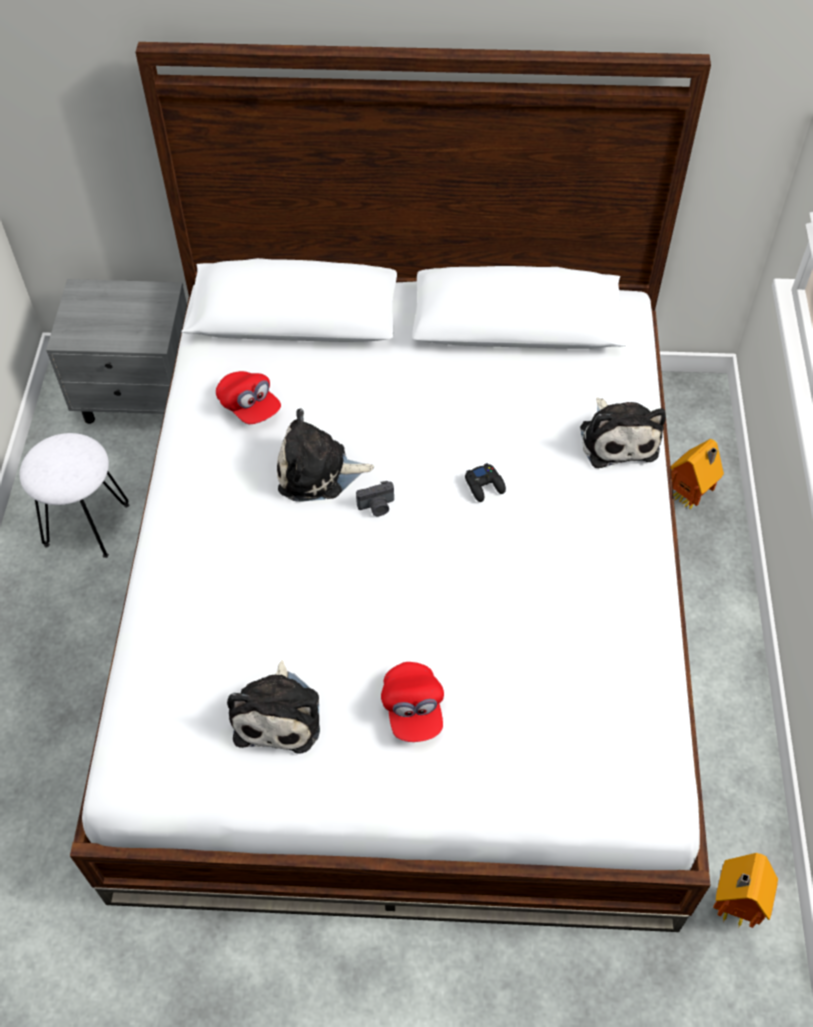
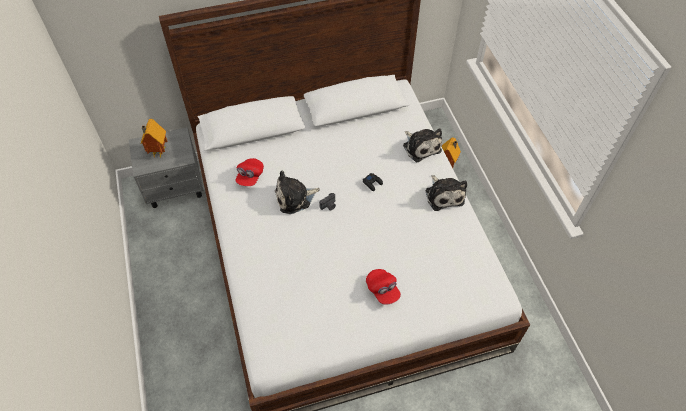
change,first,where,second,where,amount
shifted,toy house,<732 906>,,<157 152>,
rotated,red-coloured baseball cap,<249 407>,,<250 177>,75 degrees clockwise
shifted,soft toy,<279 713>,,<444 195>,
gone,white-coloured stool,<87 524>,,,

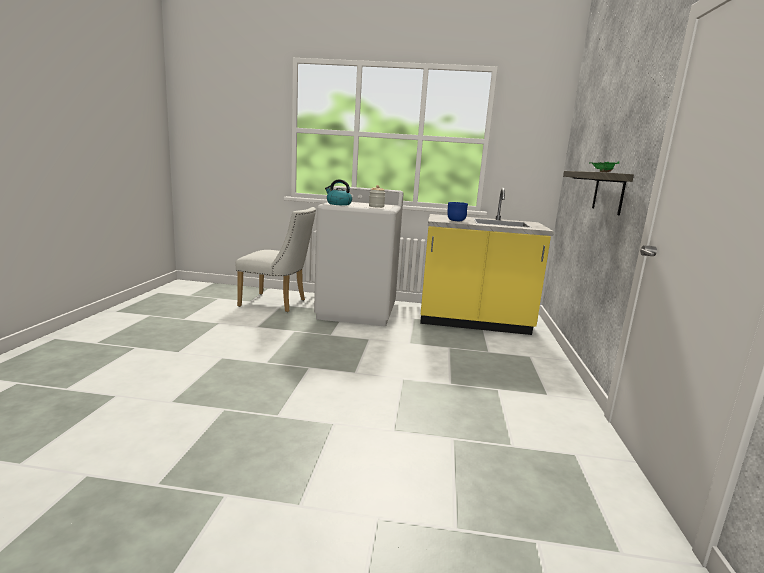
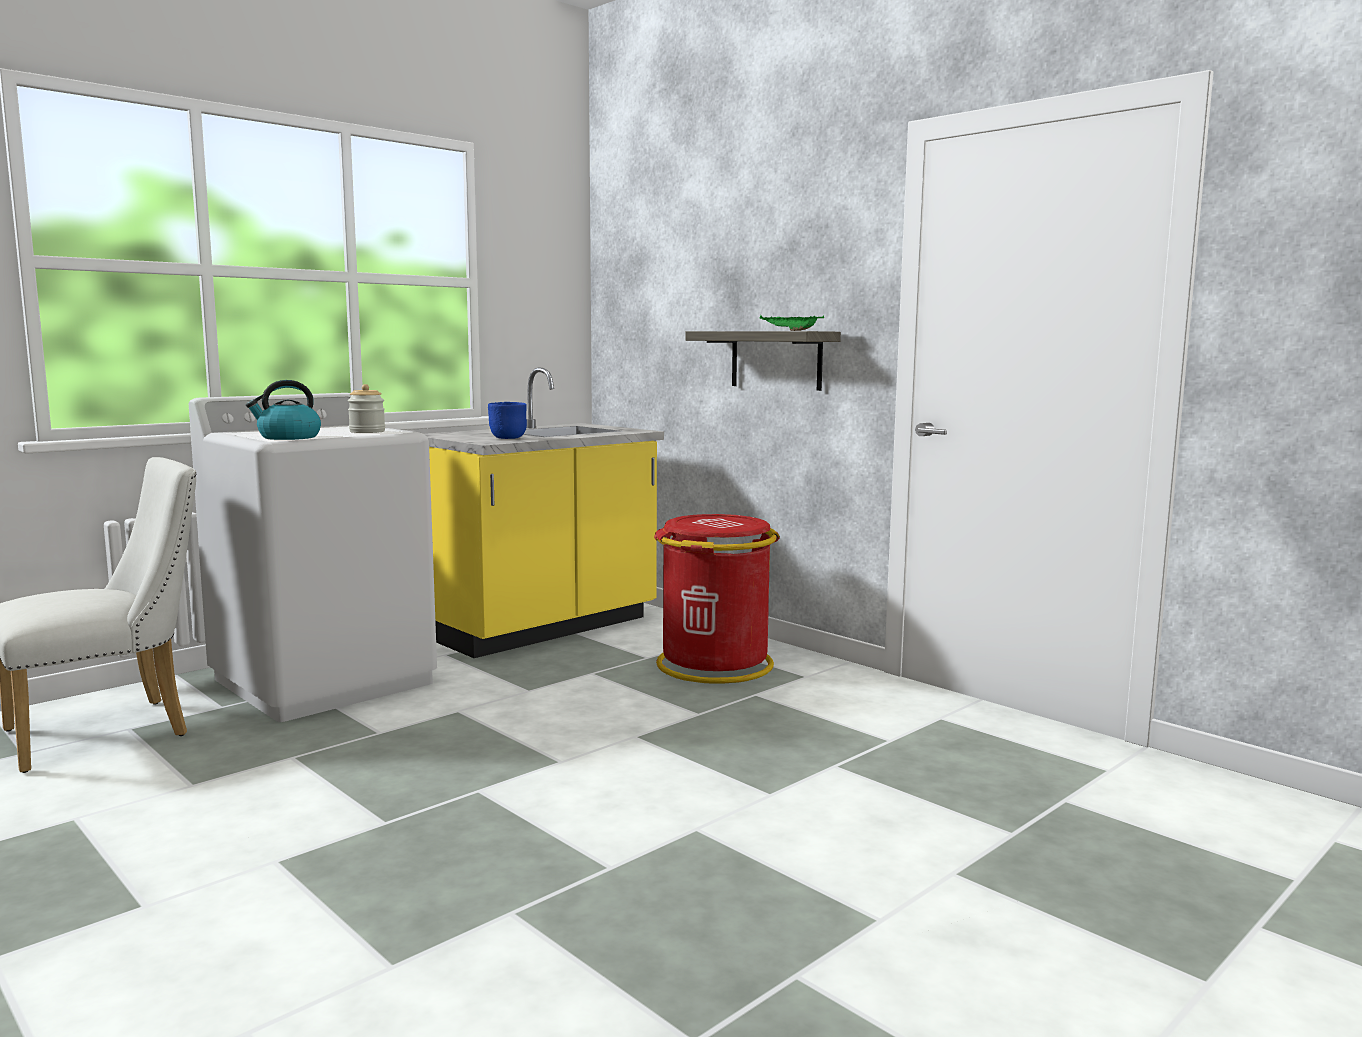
change,first,where,second,where,amount
new,,,red-coloured trash can,<714 665>,

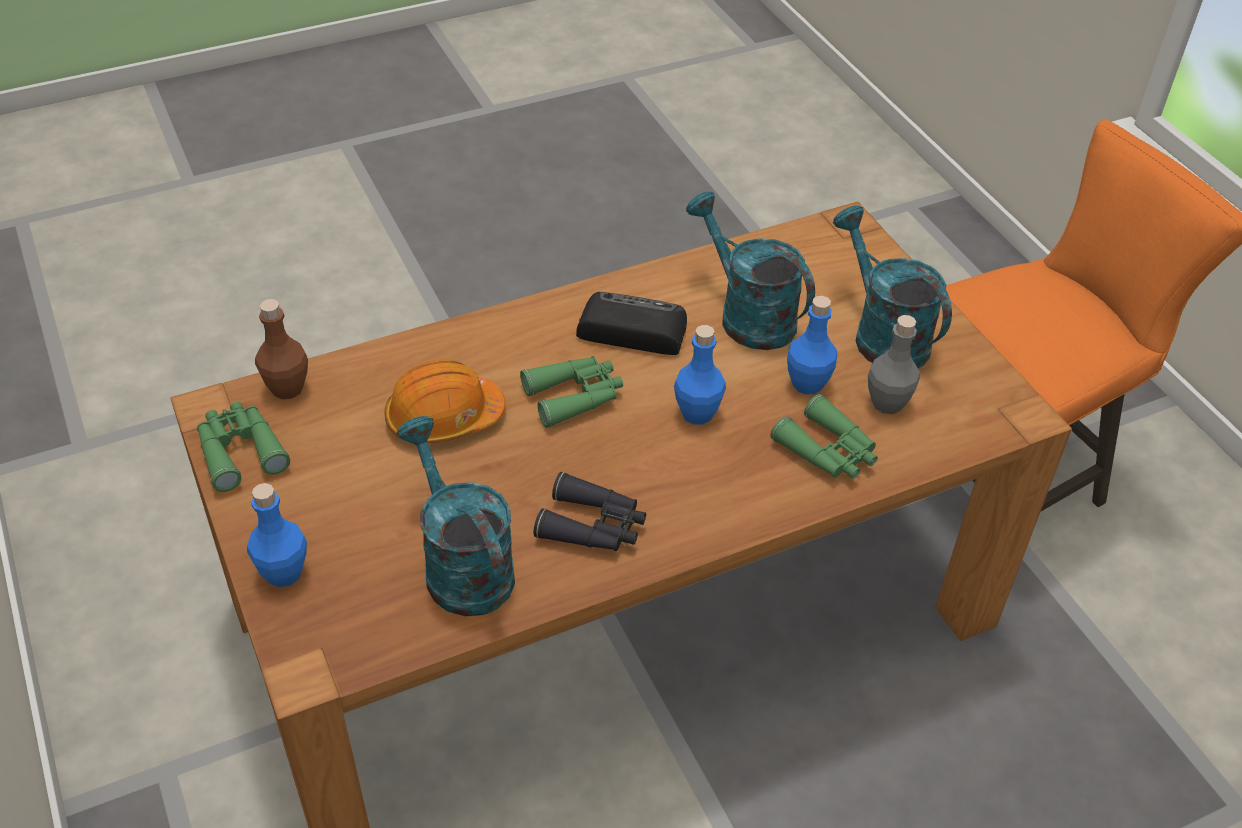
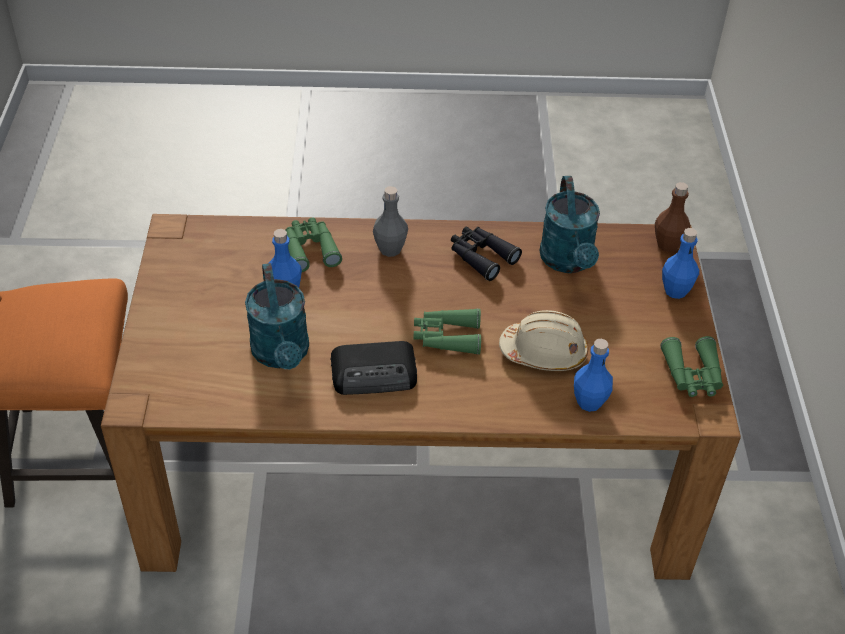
change,first,where,second,where,amount
rotated,radio receiver,<630 329>,,<375 373>,45 degrees counterclockwise
shifted,grey beverage bottle,<887 403>,,<390 249>,
repainted,orange work helmet,<444 418>,sand-coloured work helmet,<544 352>,
shifted,bluish beverage bottle,<697 413>,,<589 402>,
shifted,brown-coloured beverage bottle,<287 388>,,<667 245>,
gone,turquoise watering can,<882 334>,,,

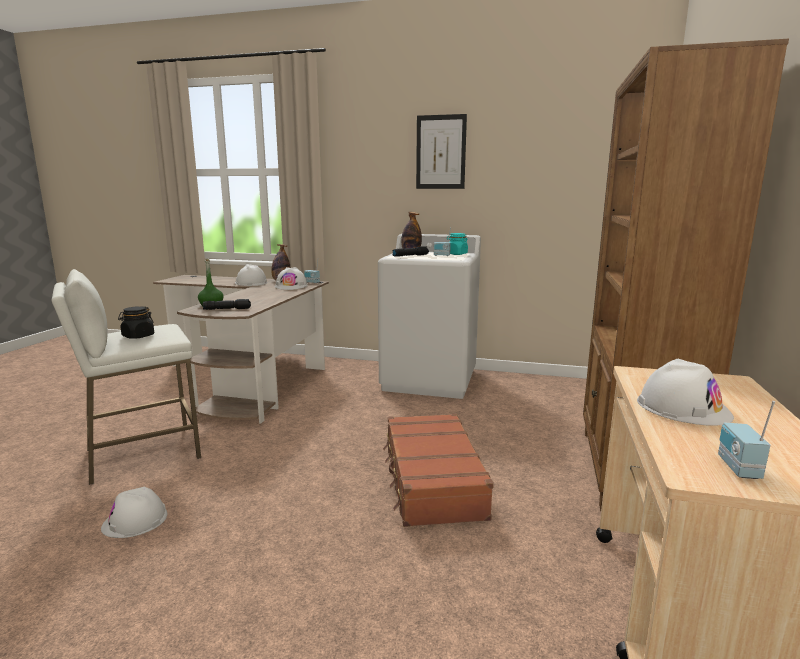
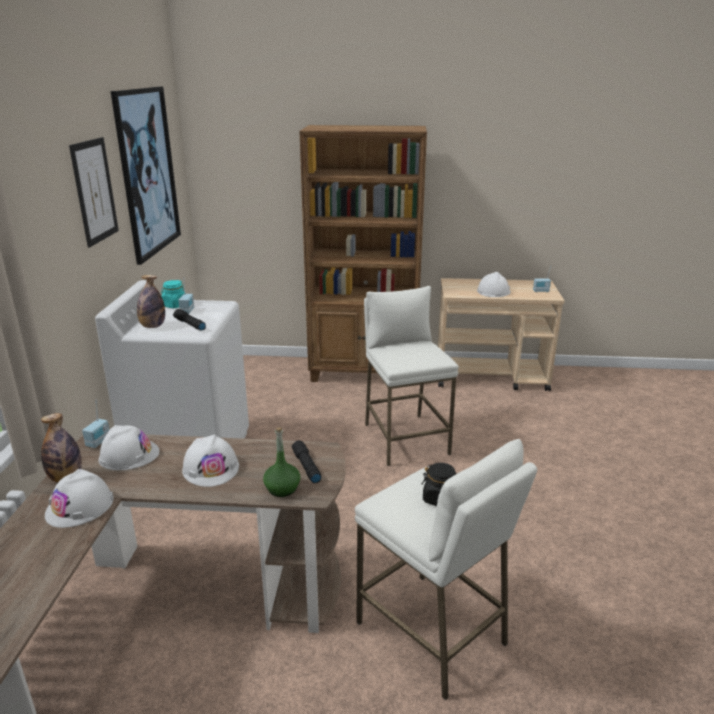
change,first,where,second,where,amount
new,,,picture,<148 172>,
shifted,white-coloured work helmet,<135 521>,,<211 468>,
swapped,brown-coloured suitcase,<431 480>,white-coloured stool,<405 439>,

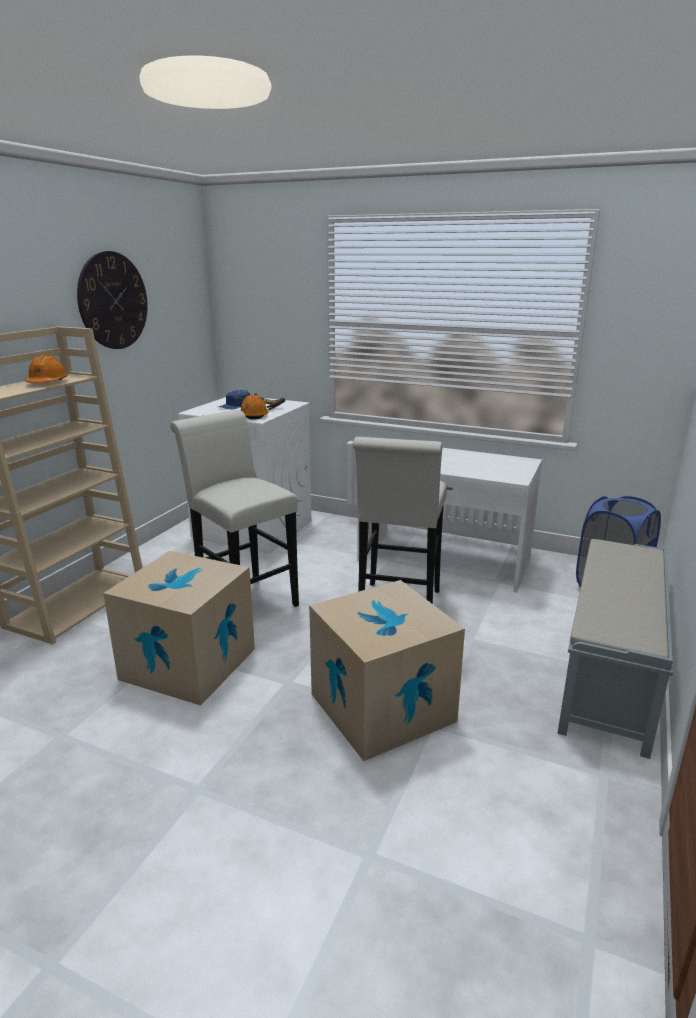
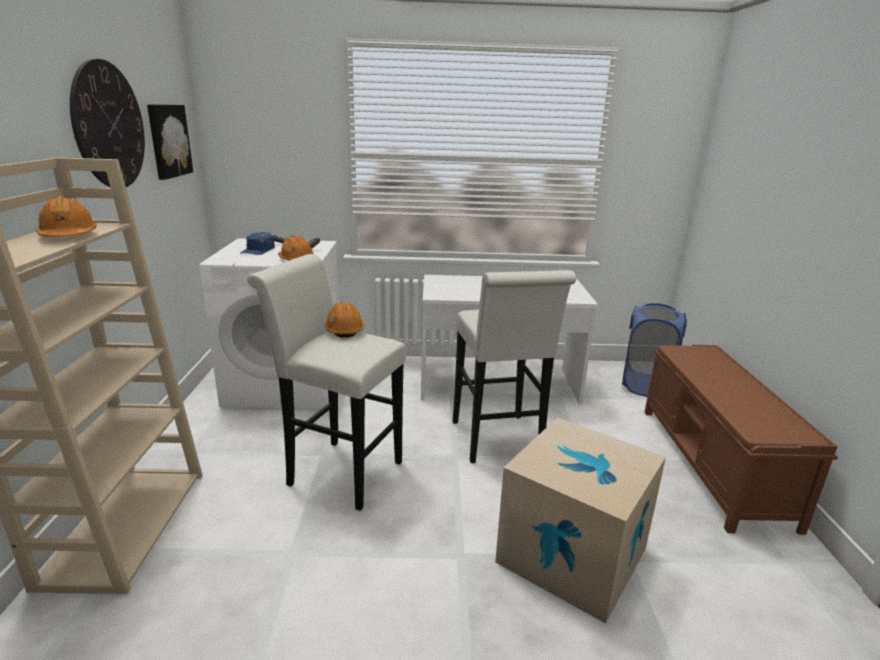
change,first,where,second,where,amount
new,,,picture,<168 141>,
new,,,orange work helmet,<344 330>,
repainted,grey long seat,<609 674>,brown-coloured long seat,<712 464>,
gone,cardboard box,<188 664>,,,

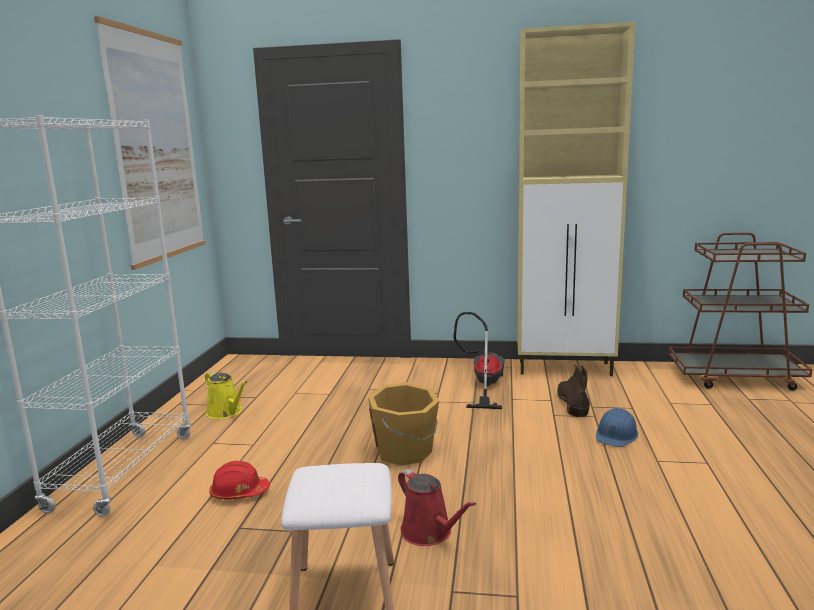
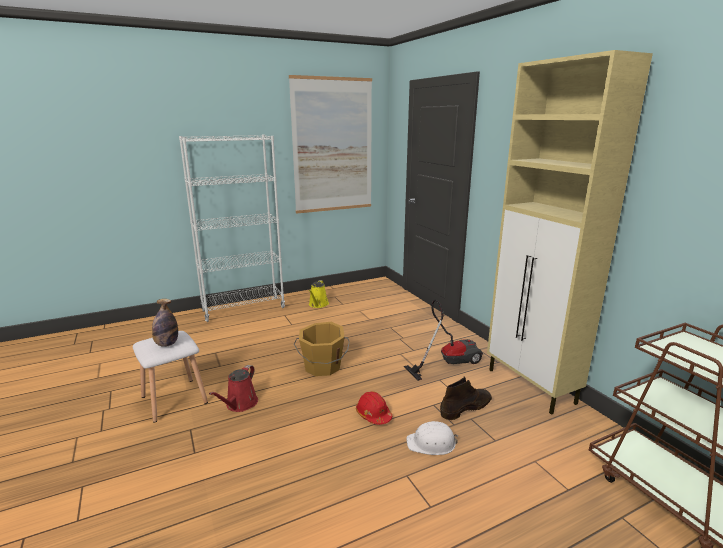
change,first,where,second,where,amount
new,,,beverage bottle,<167 344>,
shifted,red-coloured work helmet,<239 493>,,<373 415>,
repainted,bluish work helmet,<616 435>,white-coloured work helmet,<431 443>,

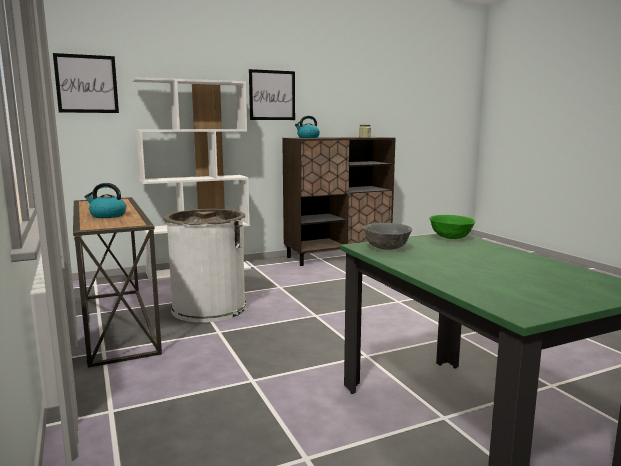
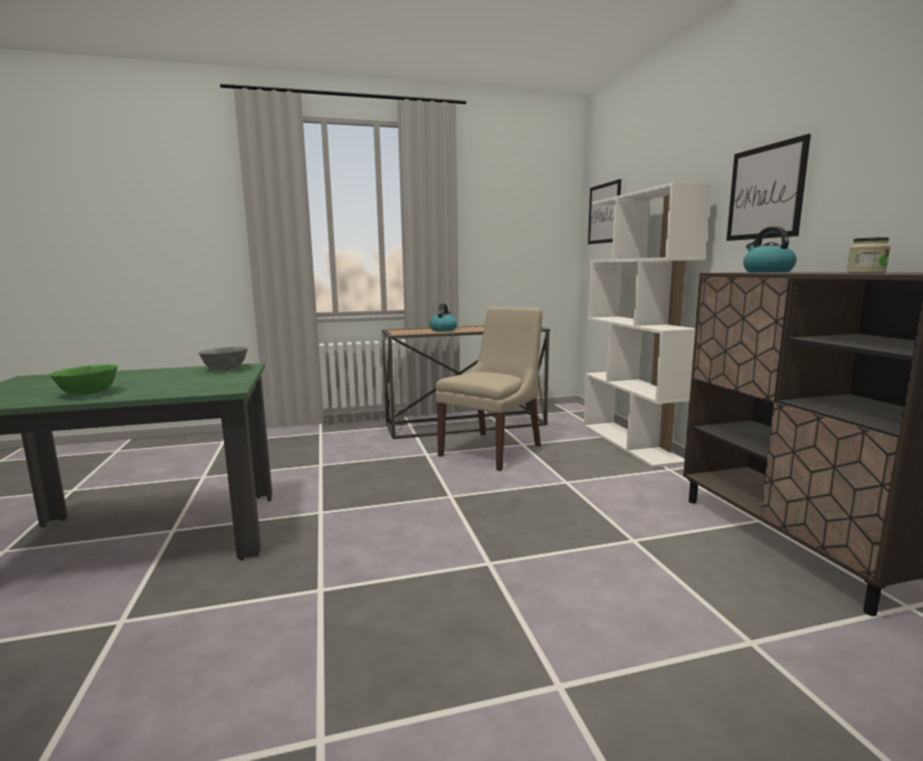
change,first,where,second,where,amount
shifted,greenish serving bowl,<451 238>,,<87 393>,
swapped,white-coloured trash can,<209 308>,sand-coloured plain chair,<492 450>,

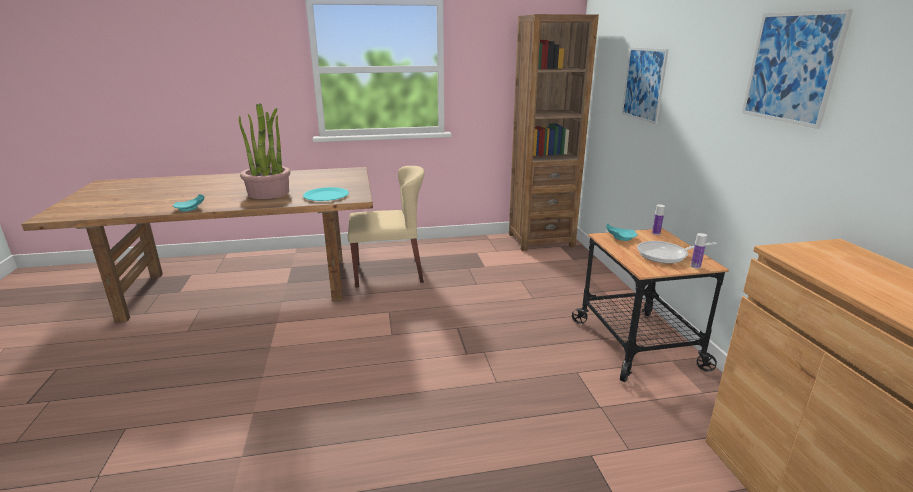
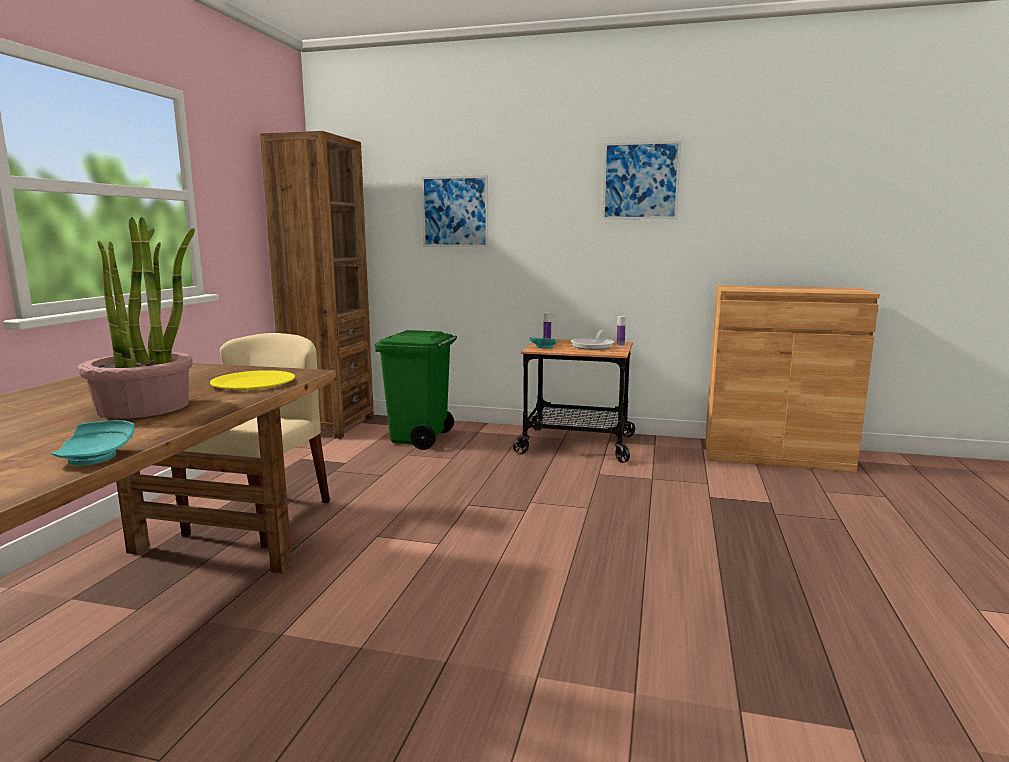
change,first,where,second,where,amount
repainted,turquoise flat dish,<326 196>,yellowish flat dish,<253 383>,
new,,,greenish trash can,<419 439>,

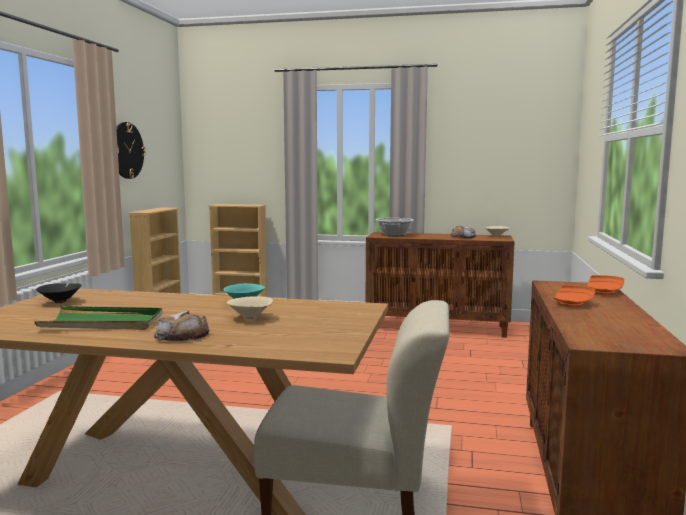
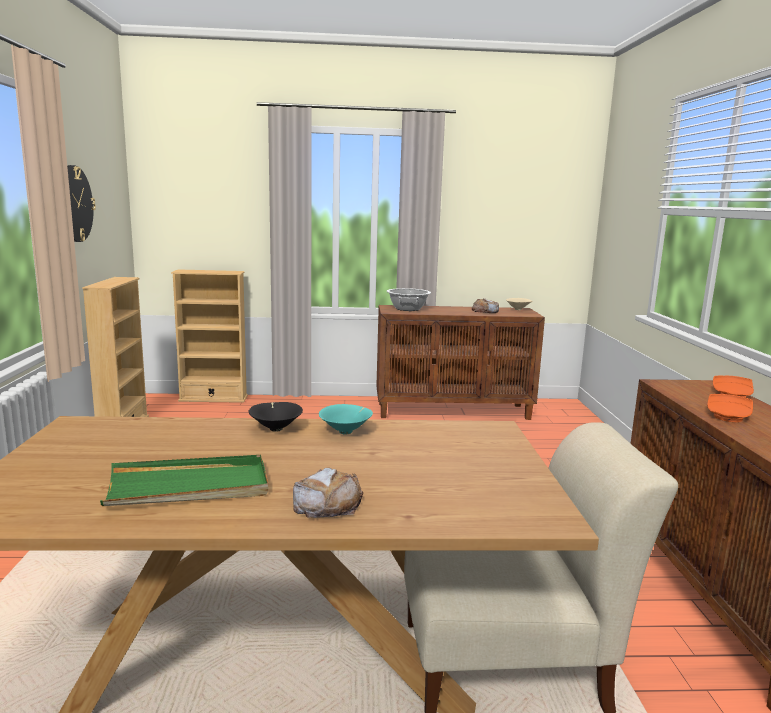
change,first,where,second,where,amount
shifted,black-coloured serving bowl,<61 302>,,<276 429>,
gone,sand-coloured serving bowl,<251 318>,,,

